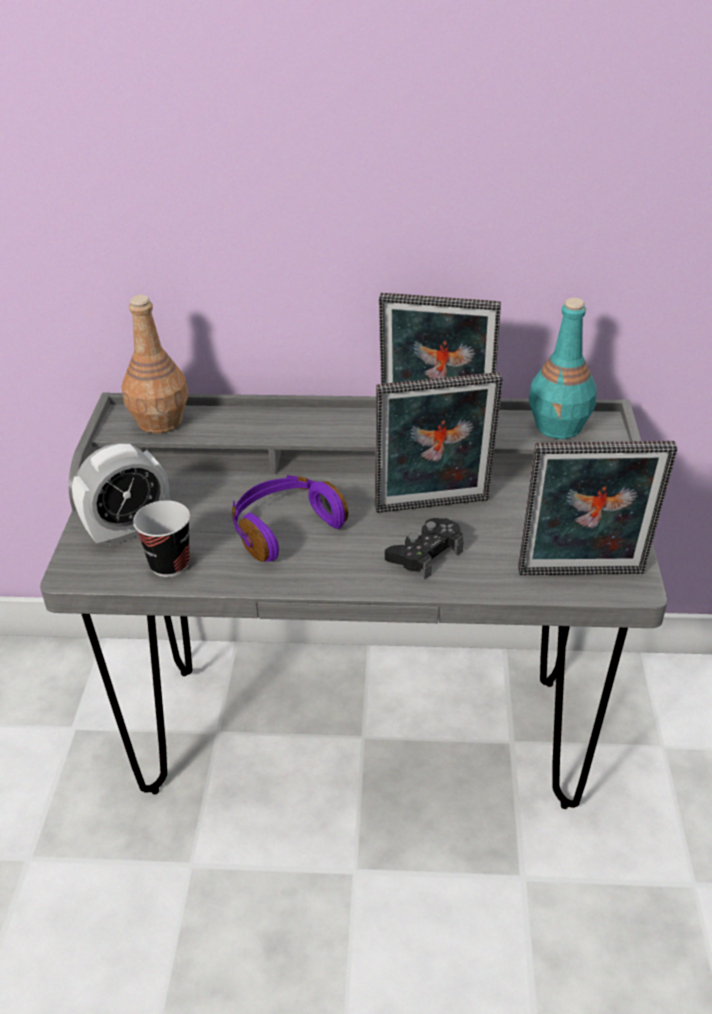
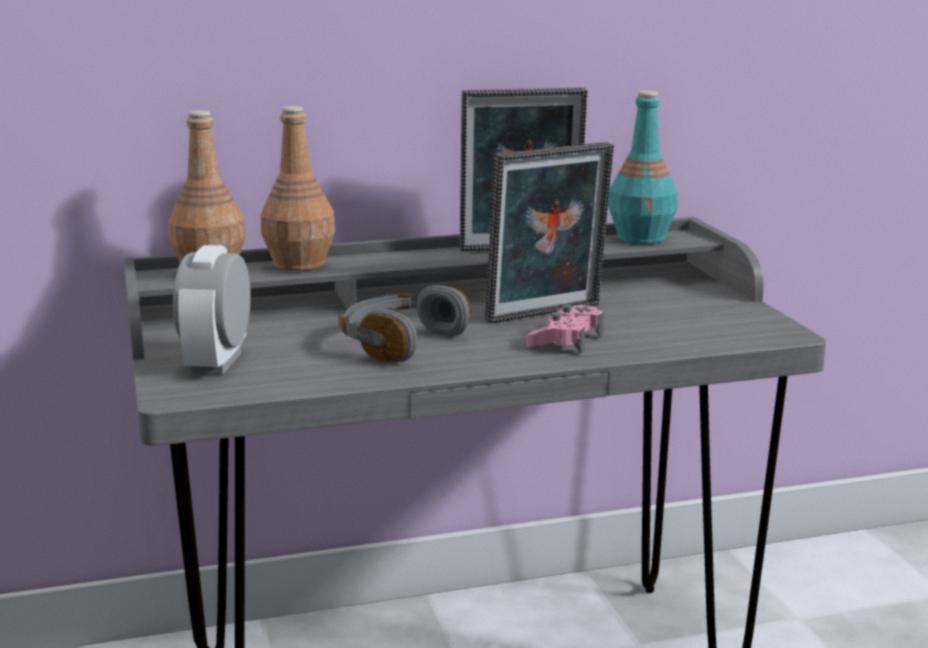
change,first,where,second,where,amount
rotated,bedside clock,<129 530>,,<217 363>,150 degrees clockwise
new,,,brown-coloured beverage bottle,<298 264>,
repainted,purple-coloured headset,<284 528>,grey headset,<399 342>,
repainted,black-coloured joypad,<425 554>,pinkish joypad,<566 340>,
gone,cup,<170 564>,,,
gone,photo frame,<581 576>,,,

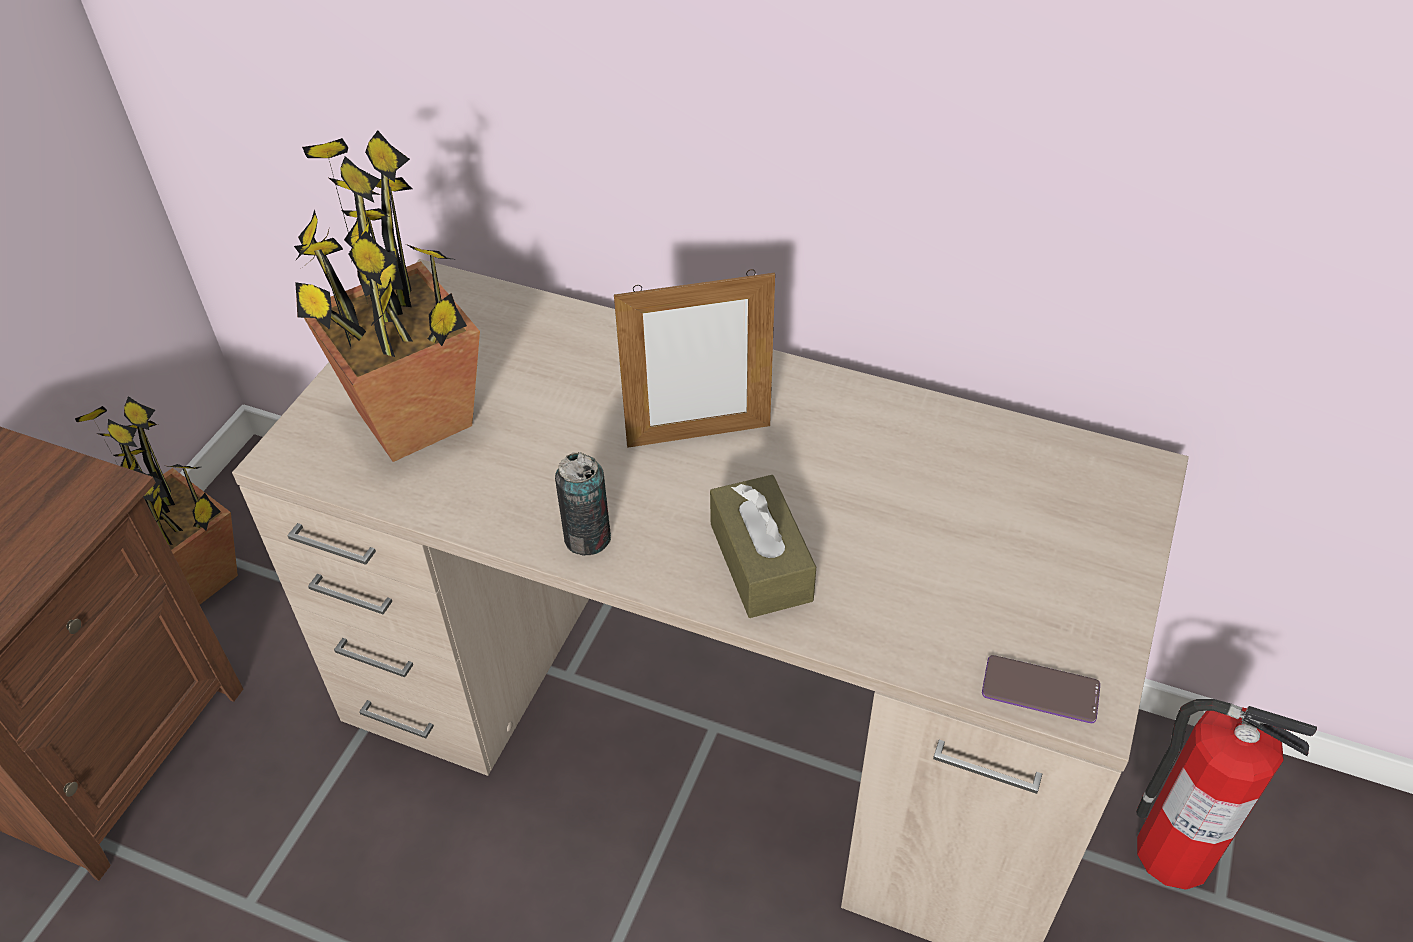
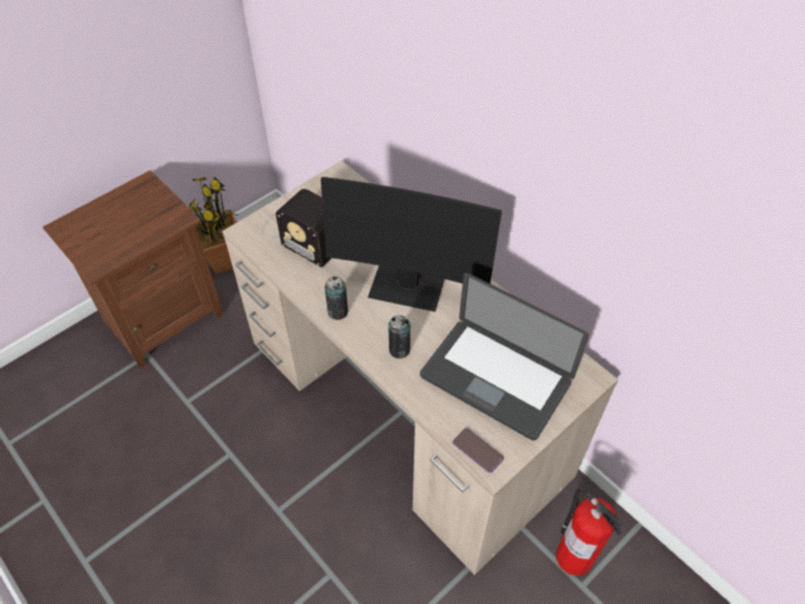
change,first,where,second,where,amount
swapped,plant in a pot,<415 419>,radio receiver,<300 234>,
swapped,photo frame,<698 435>,computer screen,<408 285>,
swapped,brown-coloured tissue box,<760 562>,sealed can,<399 350>,
new,,,notebook computer,<495 379>,

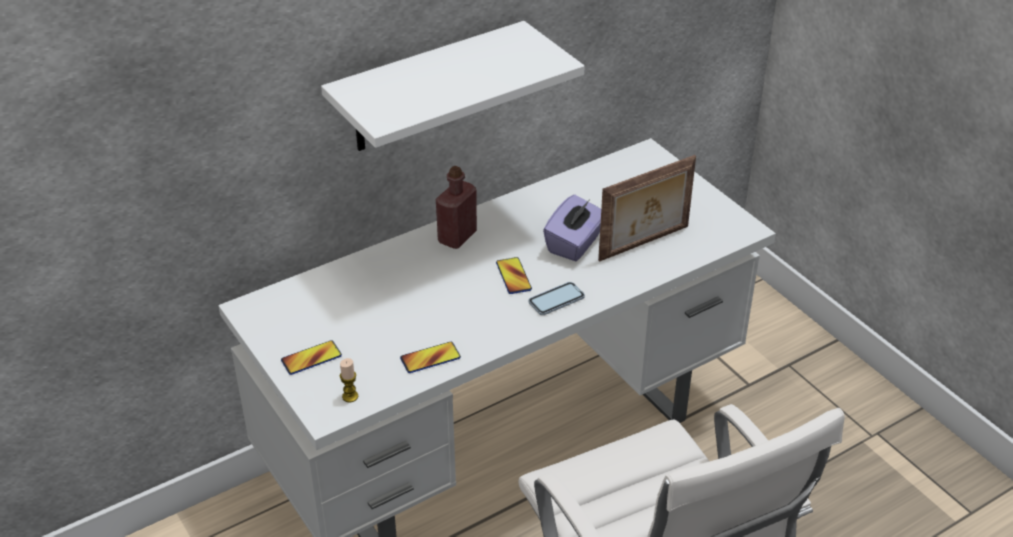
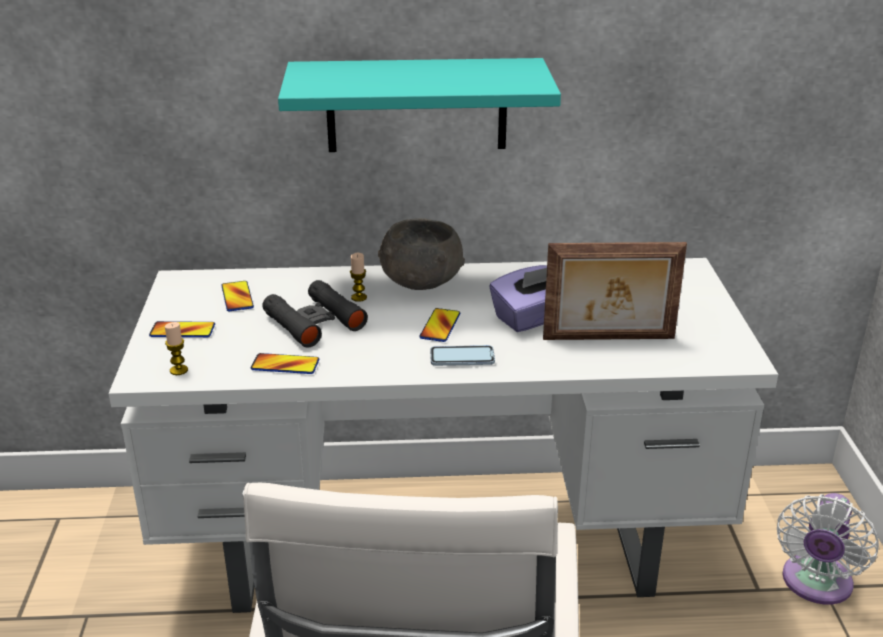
change,first,where,second,where,amount
new,,,handset,<237 297>,
new,,,black-coloured binoculars,<314 322>,
repainted,white-coloured shelf,<428 88>,turquoise shelf,<416 105>,
new,,,candle,<359 297>,
swapped,red-coloured beverage bottle,<457 237>,grey serving bowl,<420 281>,
new,,,white-coloured fan,<815 585>,

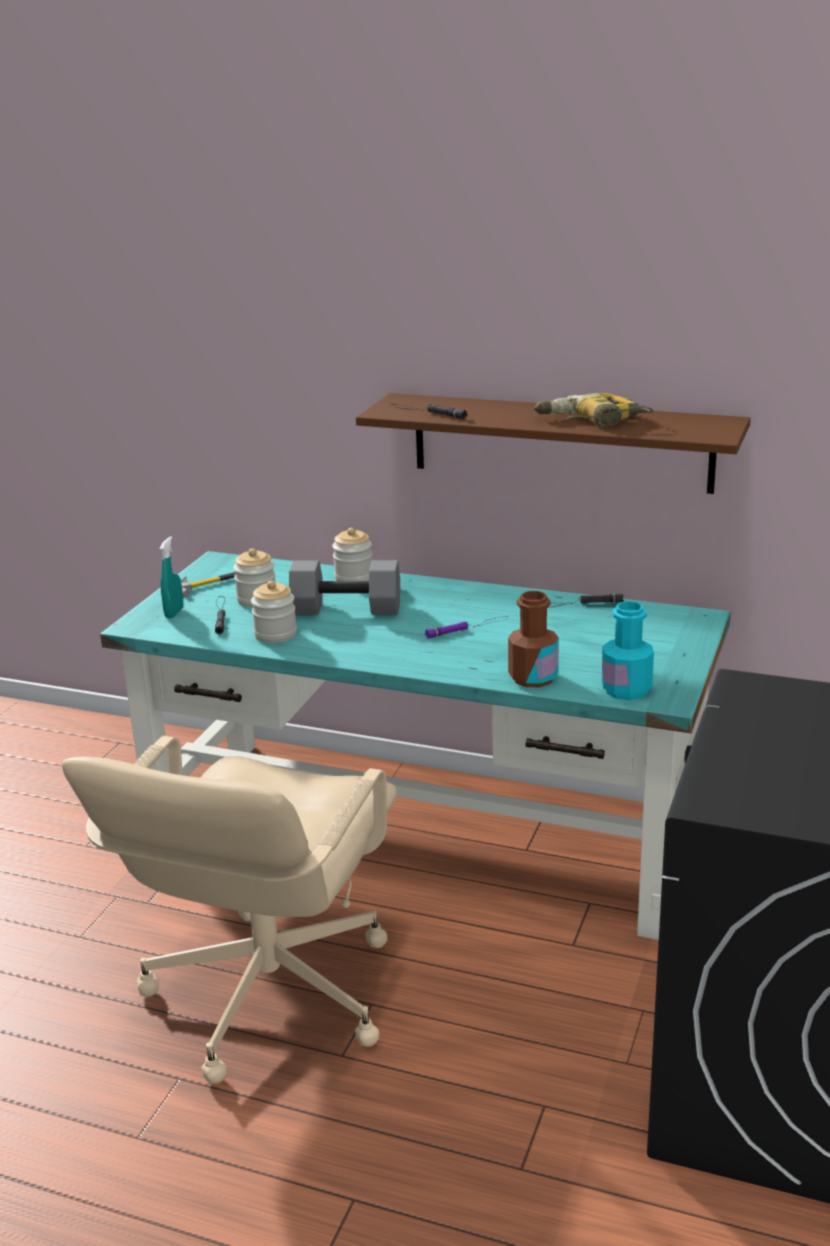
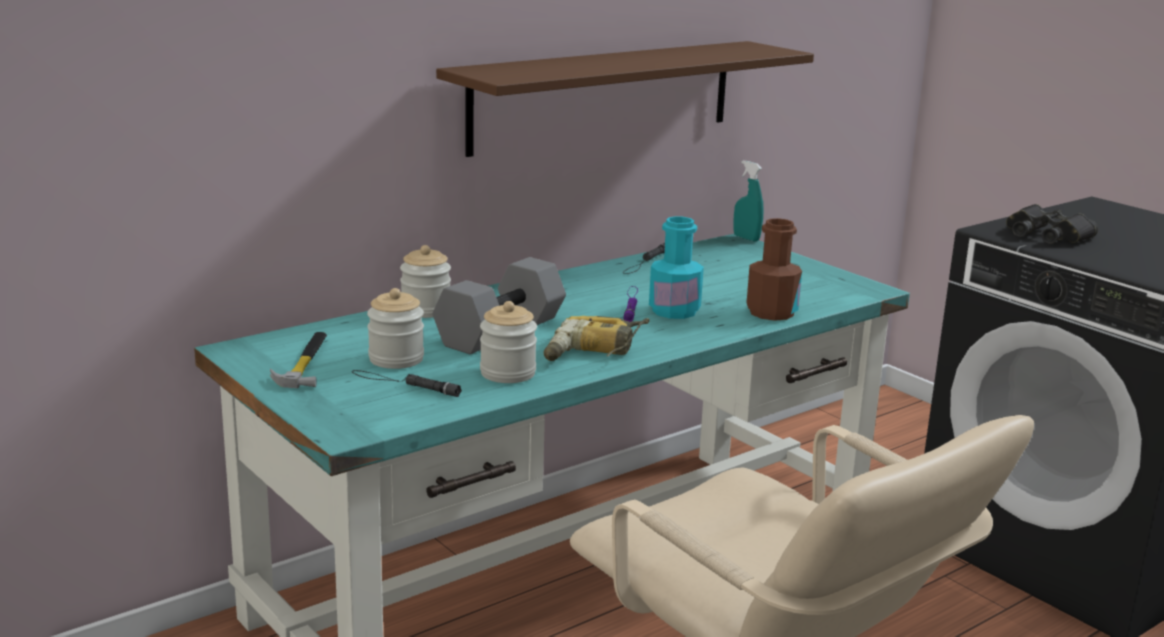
change,first,where,second,where,amount
shifted,electric drill,<591 421>,,<595 351>,
shifted,turquoise beverage bottle,<626 689>,,<674 311>,
shifted,turquoise spray bottle,<174 613>,,<746 238>,
new,,,black-coloured binoculars,<1046 235>,
gone,black-coloured flashlight,<427 412>,,,

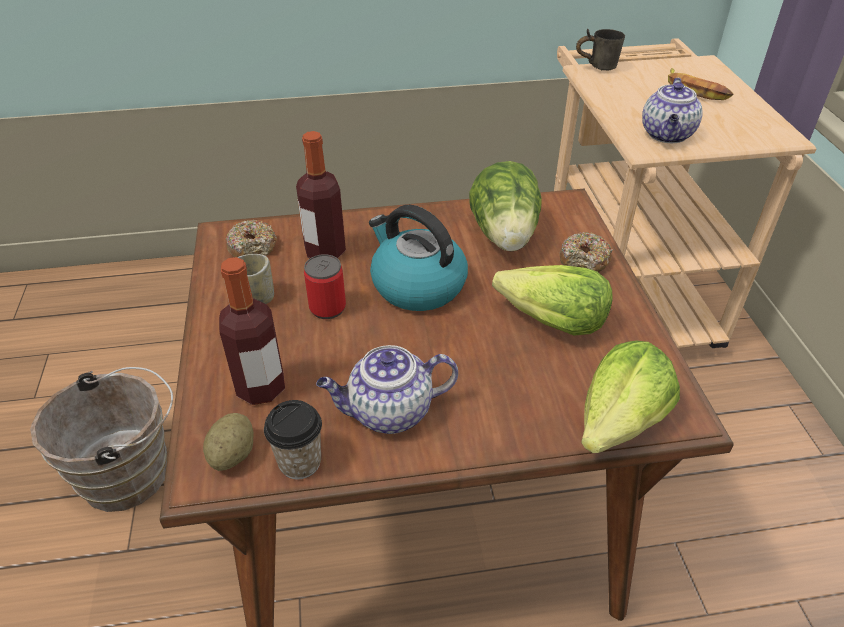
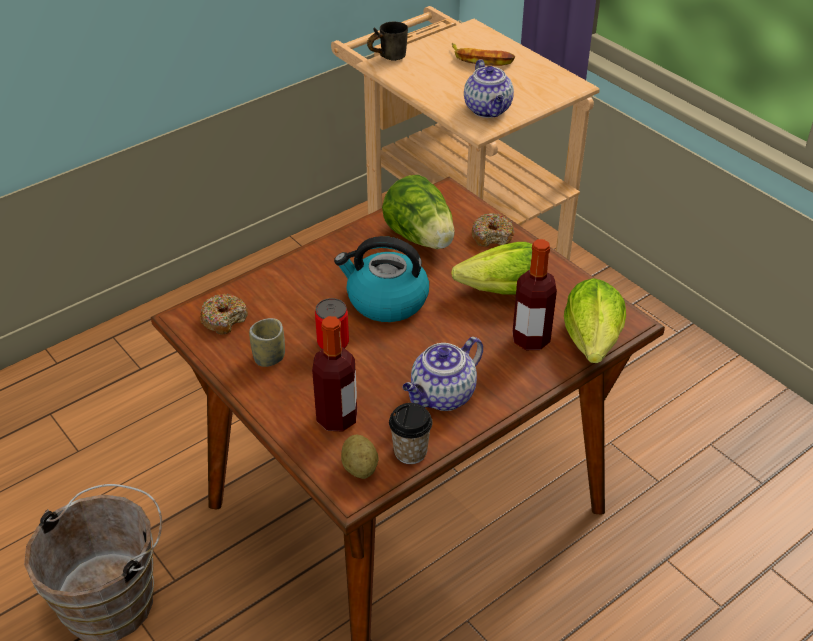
change,first,where,second,where,amount
shifted,beverage bottle,<325 252>,,<531 339>,

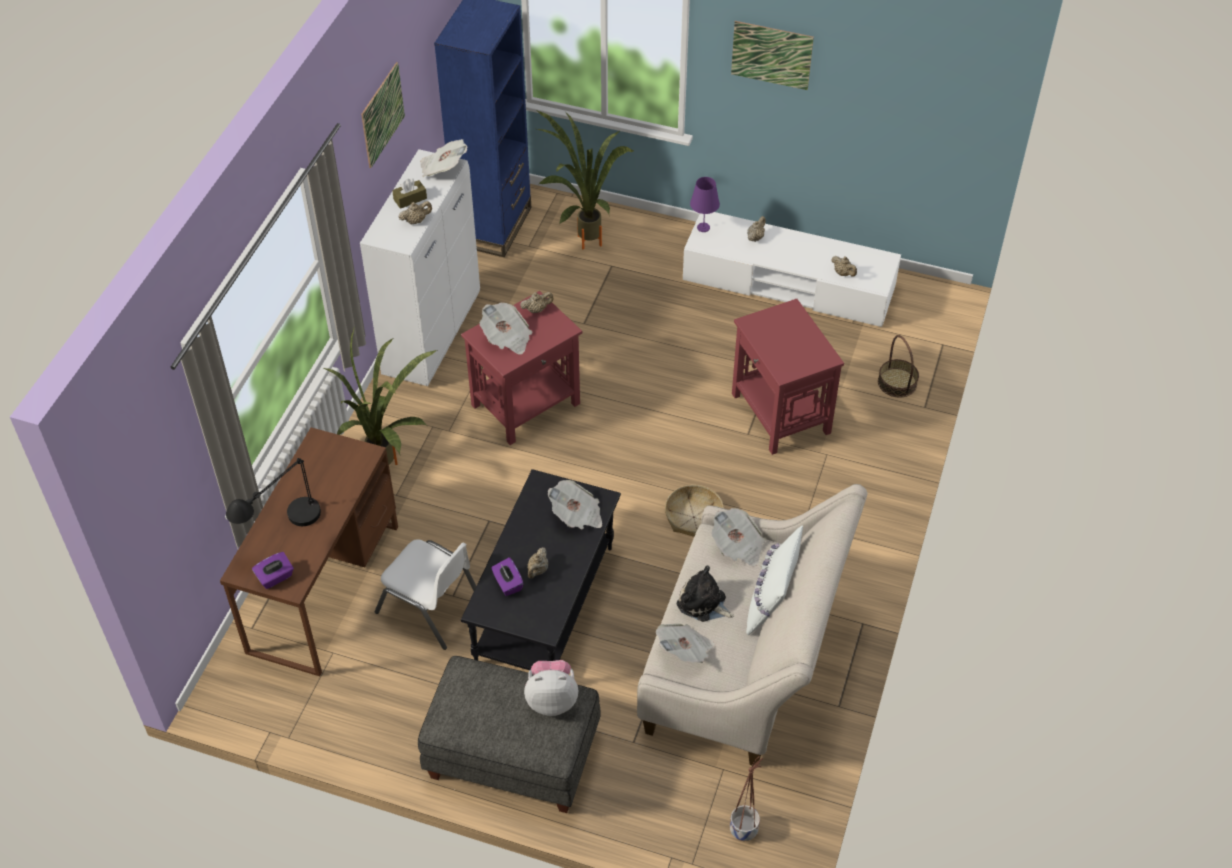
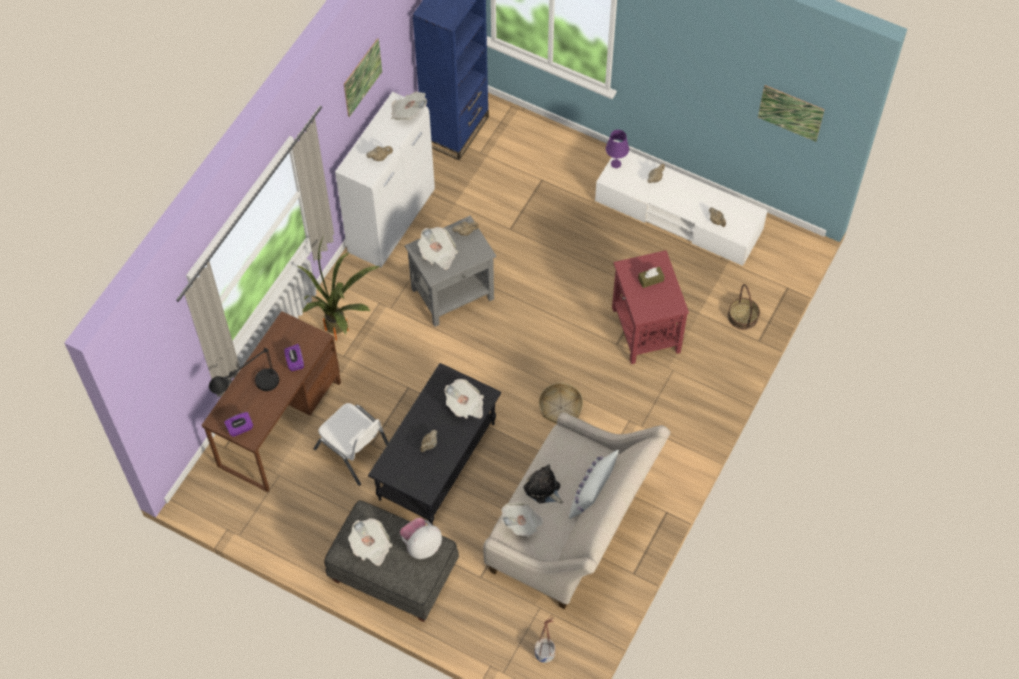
change,first,where,second,where,amount
shifted,purple-coloured tissue box,<507 583>,,<295 362>,
shifted,printed paper,<738 546>,,<371 547>,
rotated,soft toy,<552 699>,,<421 545>,45 degrees counterclockwise
repainted,red-coloured accent table,<526 405>,grey accent table,<453 294>,
shifted,brown-coloured tissue box,<410 199>,,<651 280>,
shifted,picture,<771 55>,,<790 113>,
gone,plant in a pot,<581 240>,,,

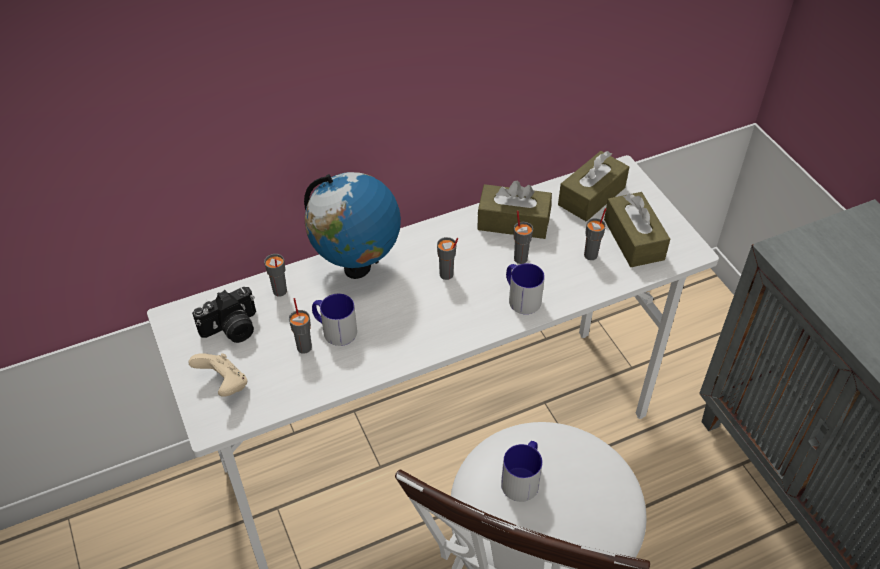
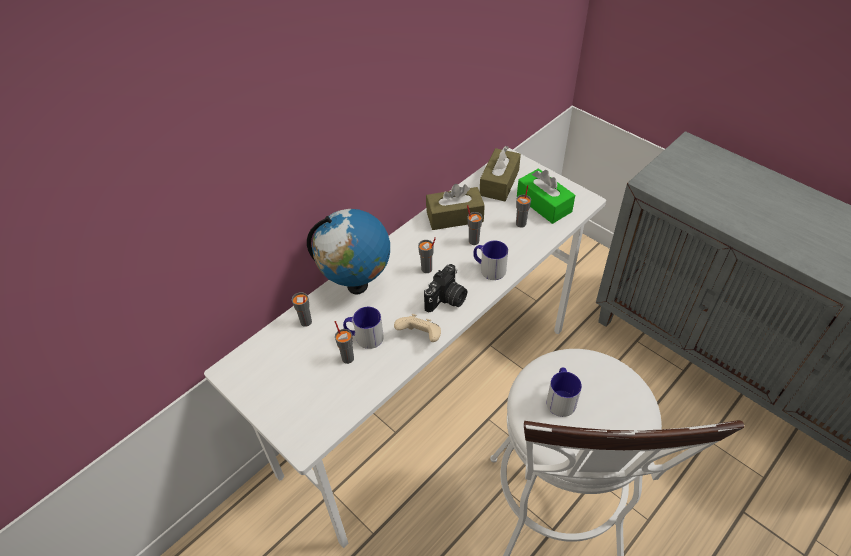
change,first,where,second,where,amount
shifted,sand-coloured joypad,<224 384>,,<420 336>,
shifted,photo camera,<232 329>,,<446 299>,
repainted,brown-coloured tissue box,<633 239>,greenish tissue box,<544 204>,

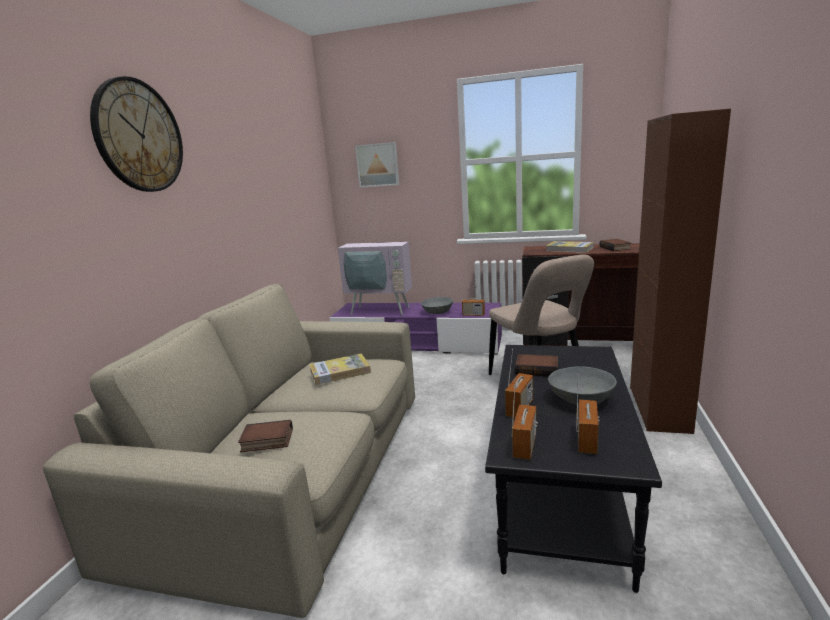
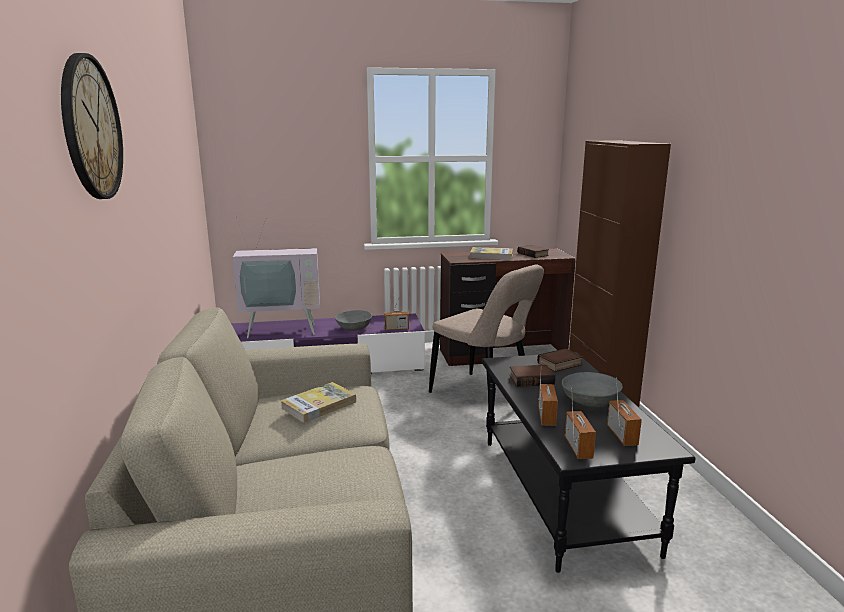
change,first,where,second,where,amount
shifted,bound book,<266 441>,,<560 364>,
gone,picture,<378 165>,,,

